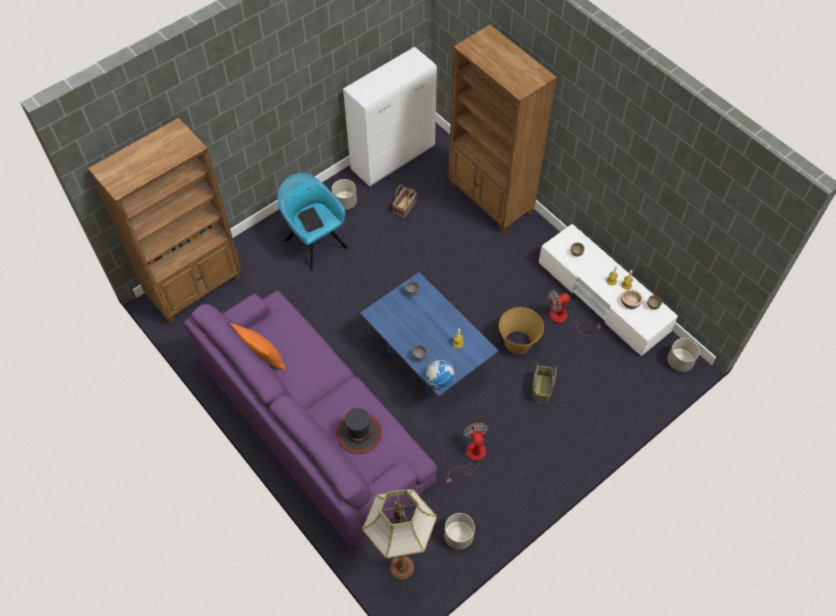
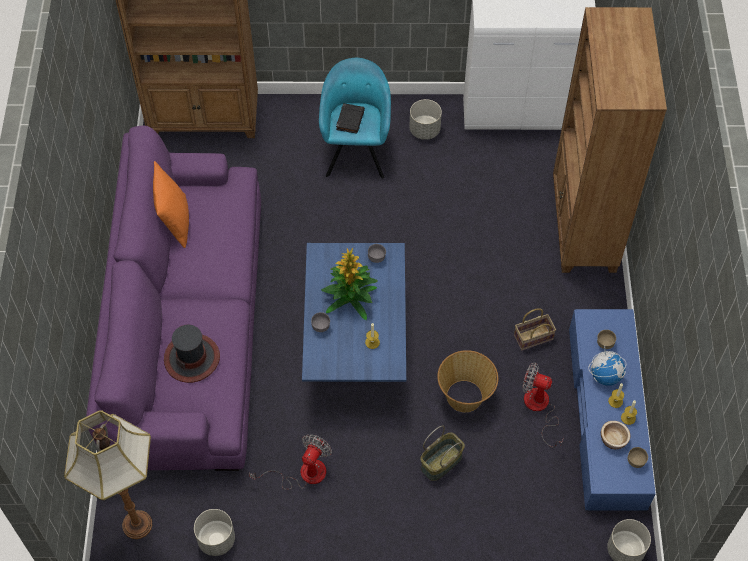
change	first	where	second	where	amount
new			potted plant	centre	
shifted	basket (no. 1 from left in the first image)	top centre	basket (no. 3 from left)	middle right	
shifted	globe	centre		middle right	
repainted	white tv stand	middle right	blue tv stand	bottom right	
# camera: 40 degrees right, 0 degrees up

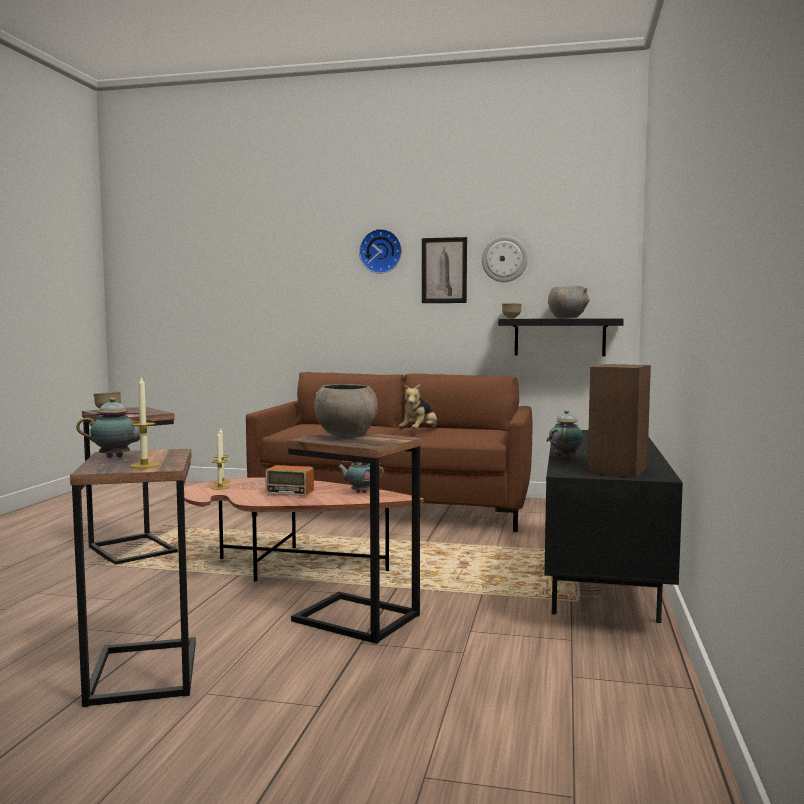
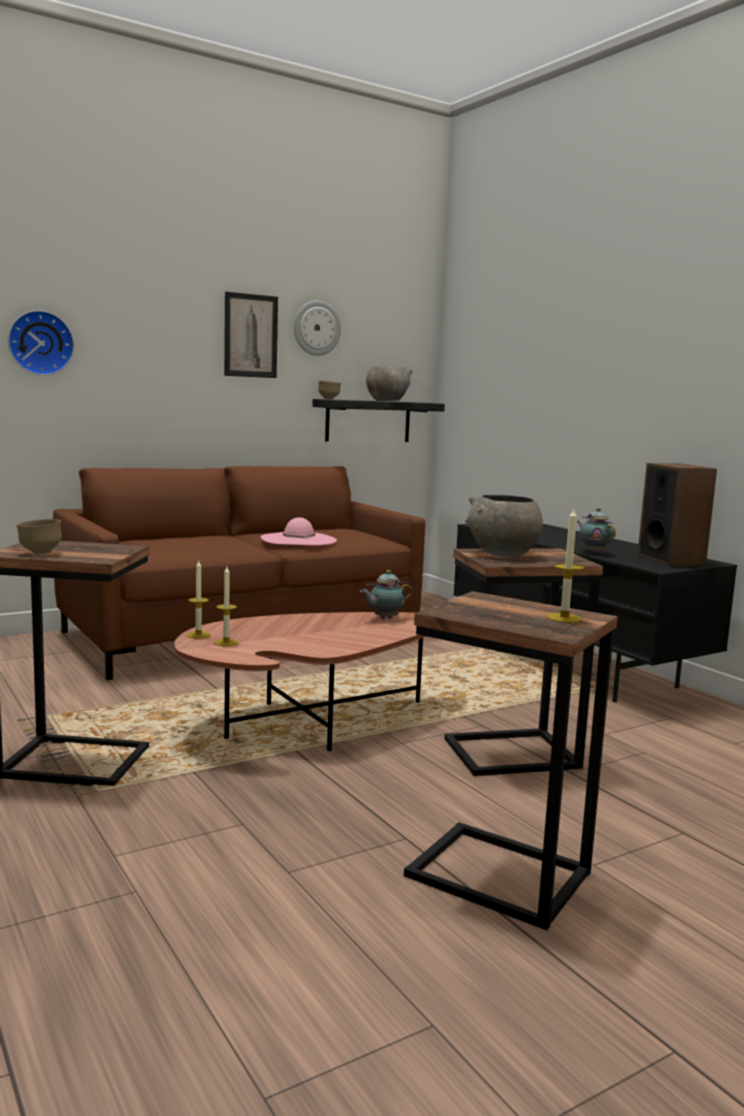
change	first	where	second	where	amount
gone	teapot (no. 1 from left)	middle left			
gone	radio	centre			
shifted	wall clock (no. 1 from left)	top centre		top left	
swapped	plush toy	centre	pink hat	centre	
# camera: 45 degrees left, 5 degrees up

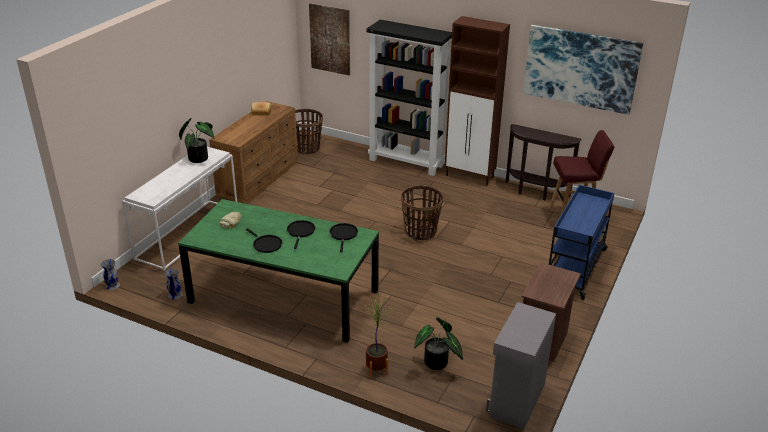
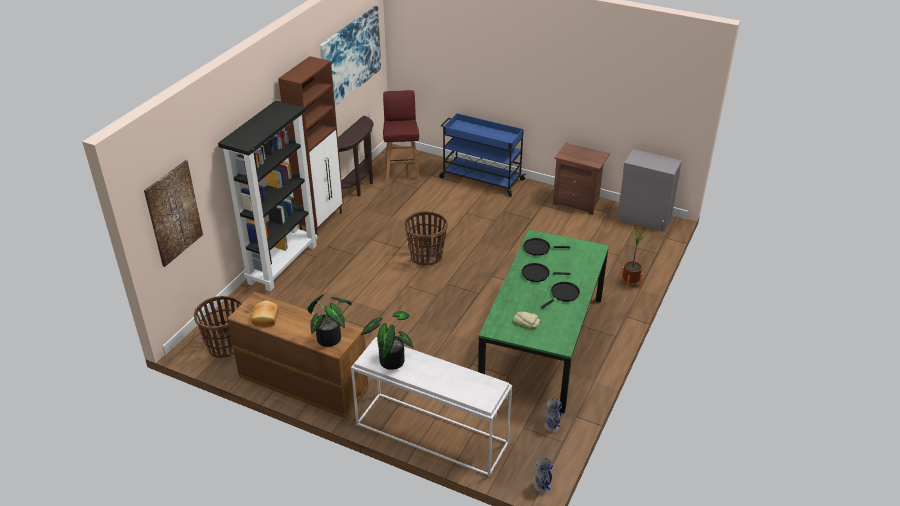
change	first	where	second	where	amount
shifted	potted plant (no. 3 from left in the first image)	bottom centre	potted plant (no. 1 from left)	centre	
# camera: 90 degrees left, 5 degrees up

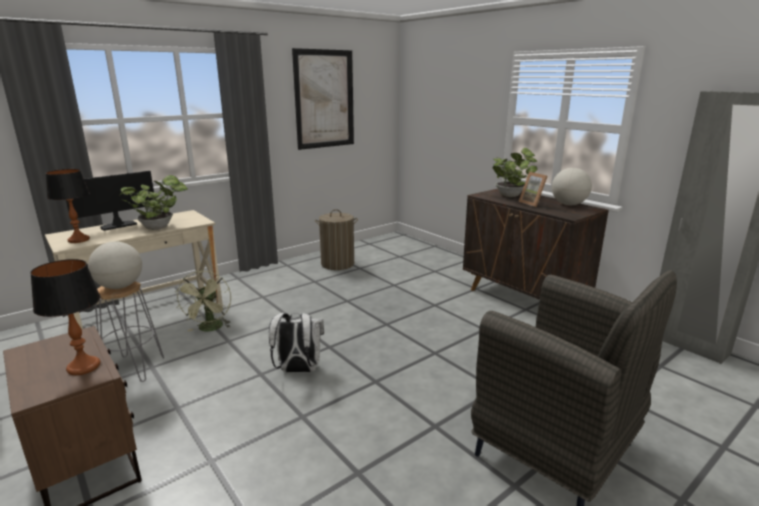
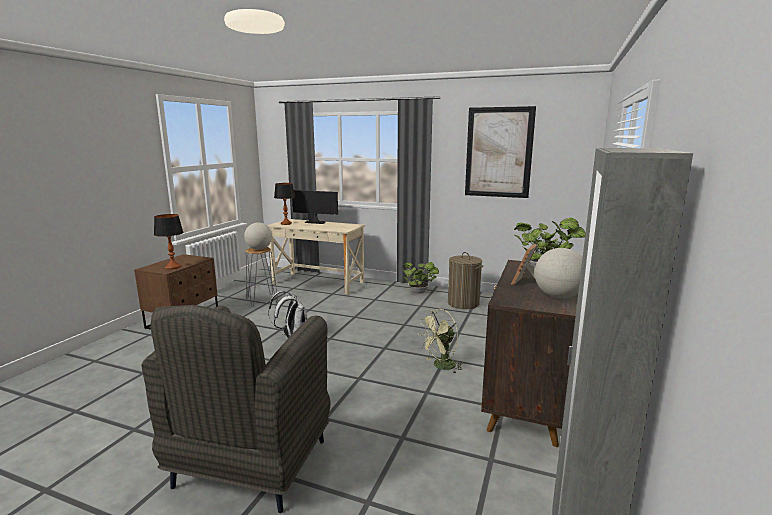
change	first	where	second	where	amount
shifted	potted plant (no. 1 from left)	middle left		centre	
shifted	green fan	middle left		centre	
# camera: 60 degrees right, 5 degrees down

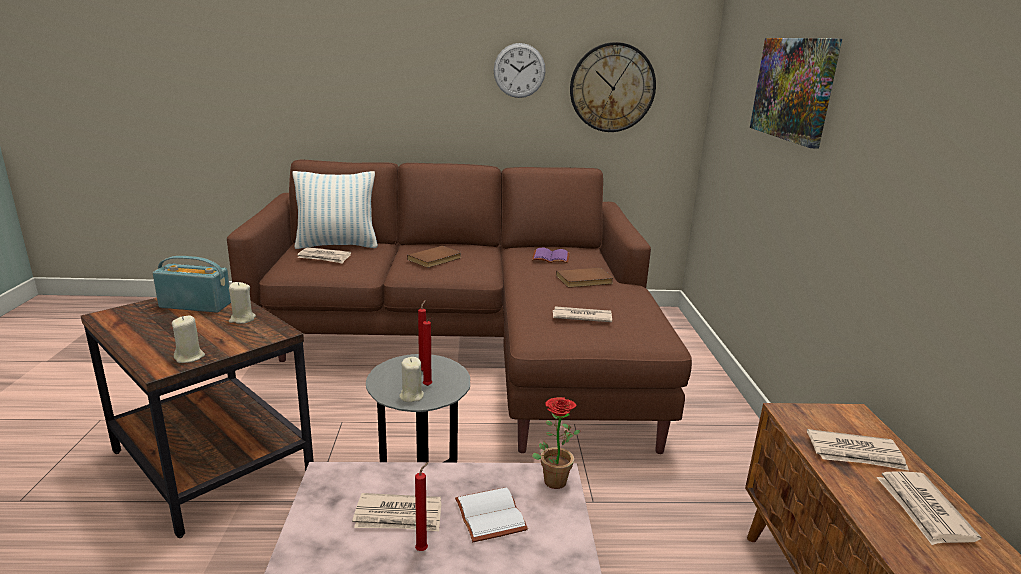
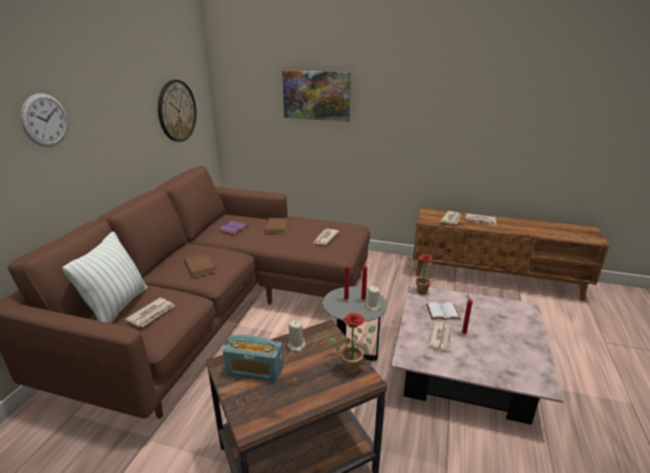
change	first	where	second	where	amount
shifted	wall clock (no. 1 from left)	top centre		top left	
swapped	beige candle (no. 1 from left)	middle left	potted plant (no. 1 from left)	bottom centre	
rotated	radio	middle left		bottom centre	105 degrees counterclockwise
# camera: 70 degrees left, 5 degrees up

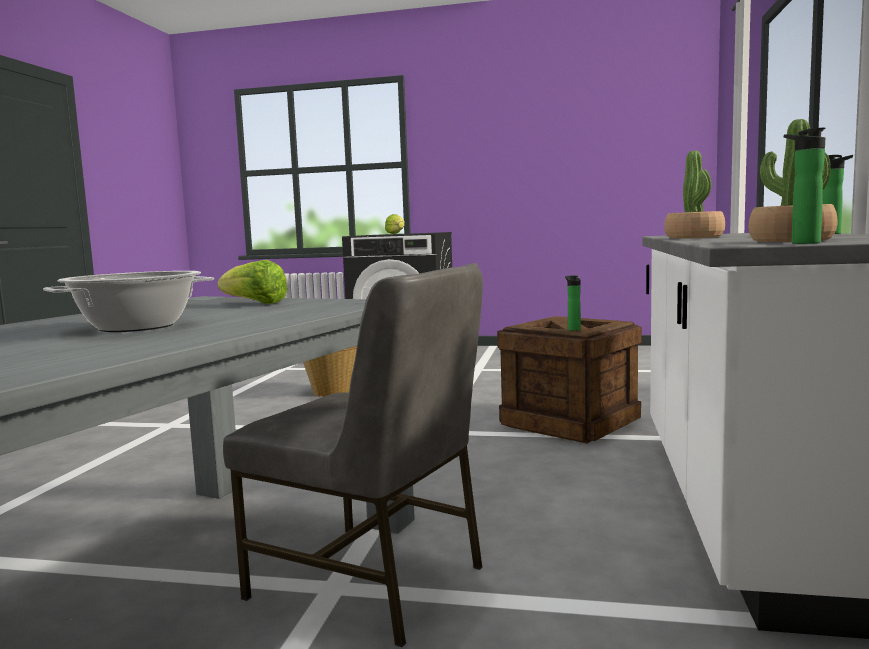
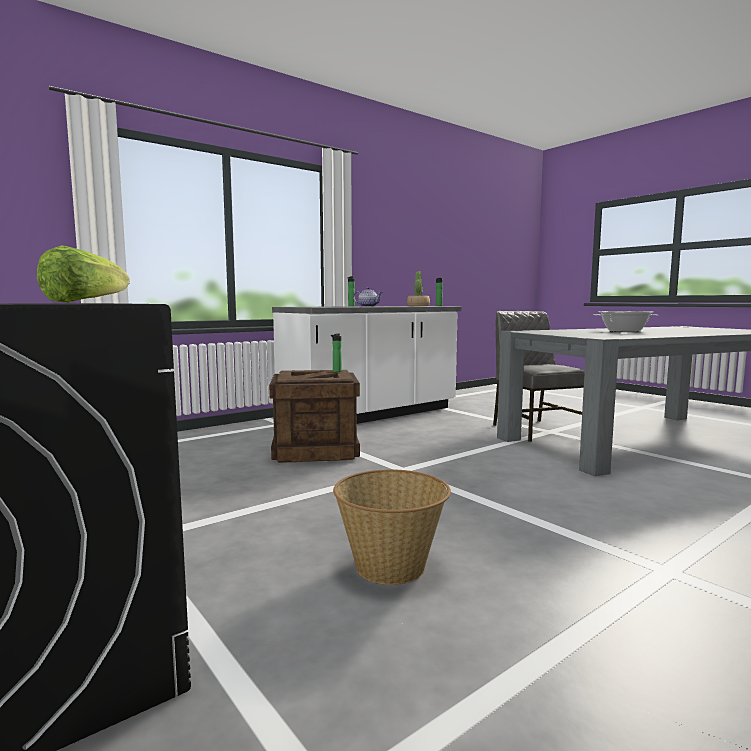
change	first	where	second	where	amount
gone	lettuce (no. 1 from left)	middle left			
swapped	potted plant (no. 1 from left)	top right	teapot	centre	
# camera: 140 degrees left, 0 degrees up

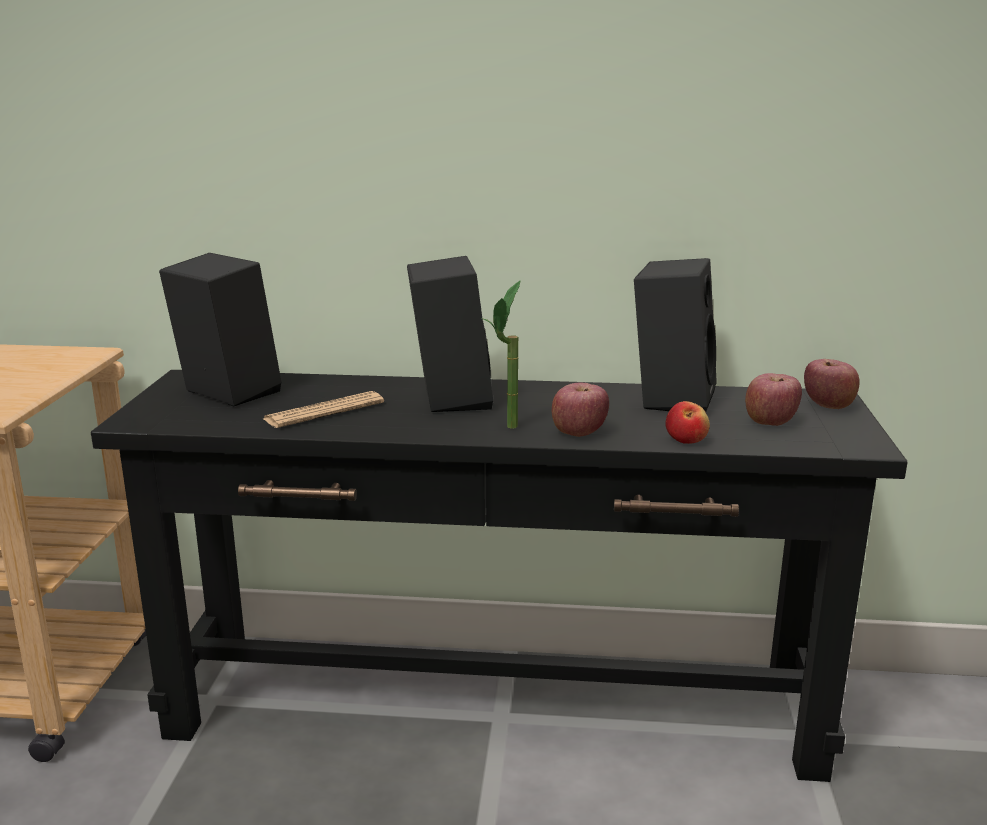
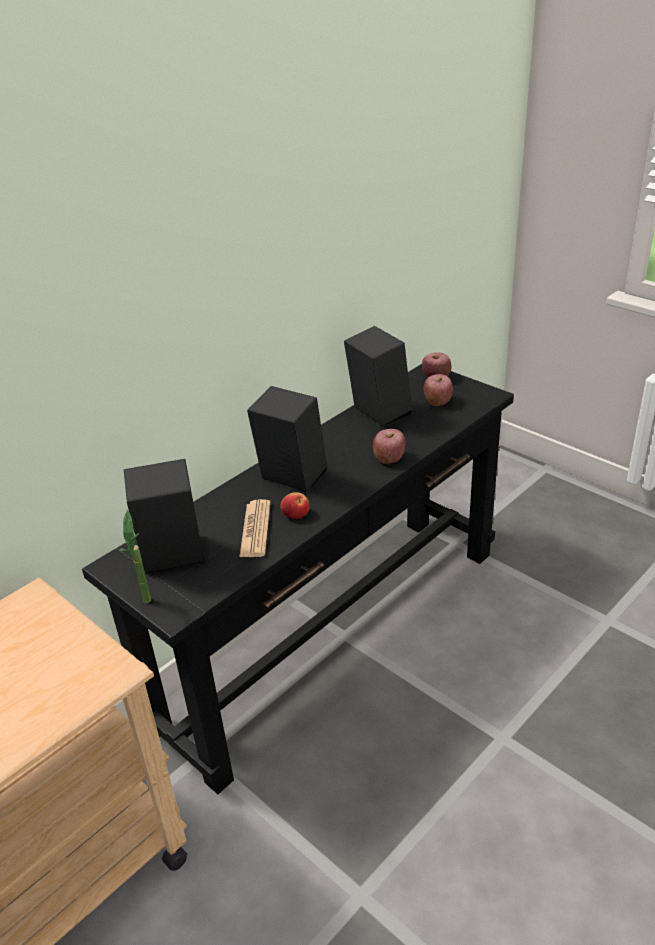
change	first	where	second	where	amount
shifted	potted plant	centre		middle left	
shifted	apple (no. 2 from left in the first image)	middle right	apple (no. 1 from left)	centre	
# camera: 50 degrees left, 15 degrees up

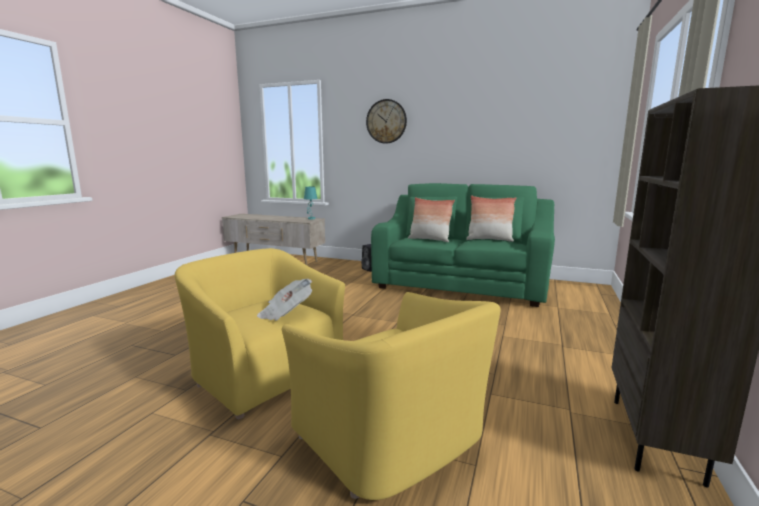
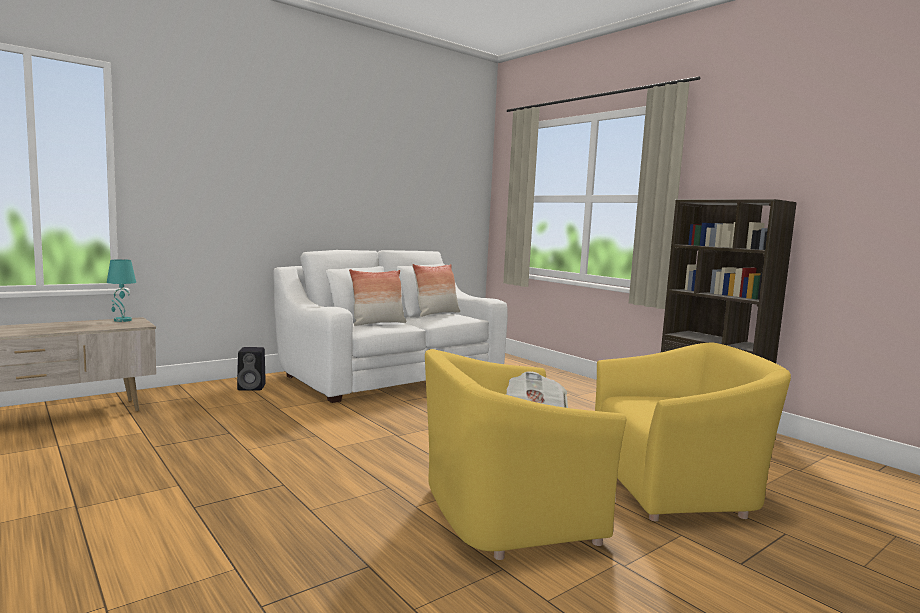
change	first	where	second	where	amount
gone	wall clock	top centre			
repainted	green sofa	centre	white sofa	centre	
# camera: 60 degrees left, 5 degrees down

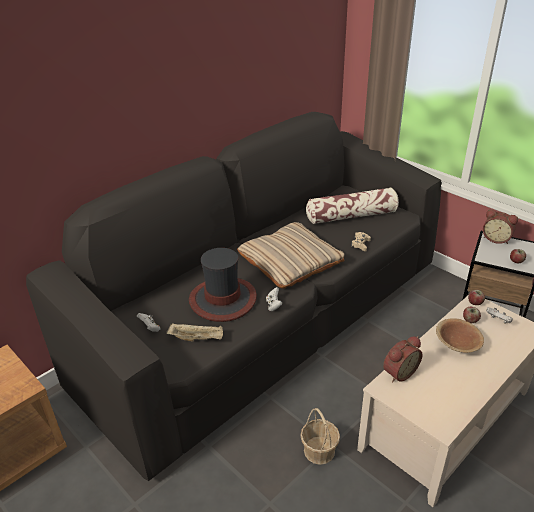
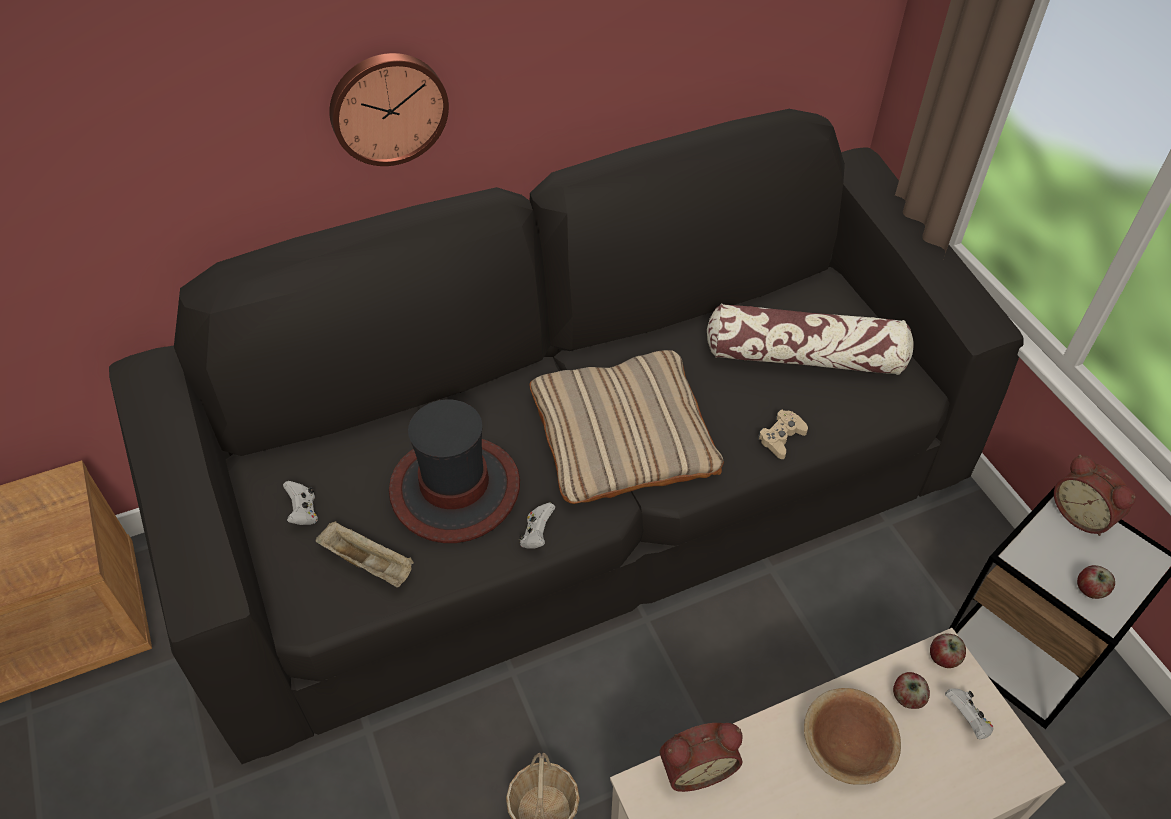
change	first	where	second	where	amount
new			wall clock	top left	
# camera: 20 degrees right, 15 degrees up

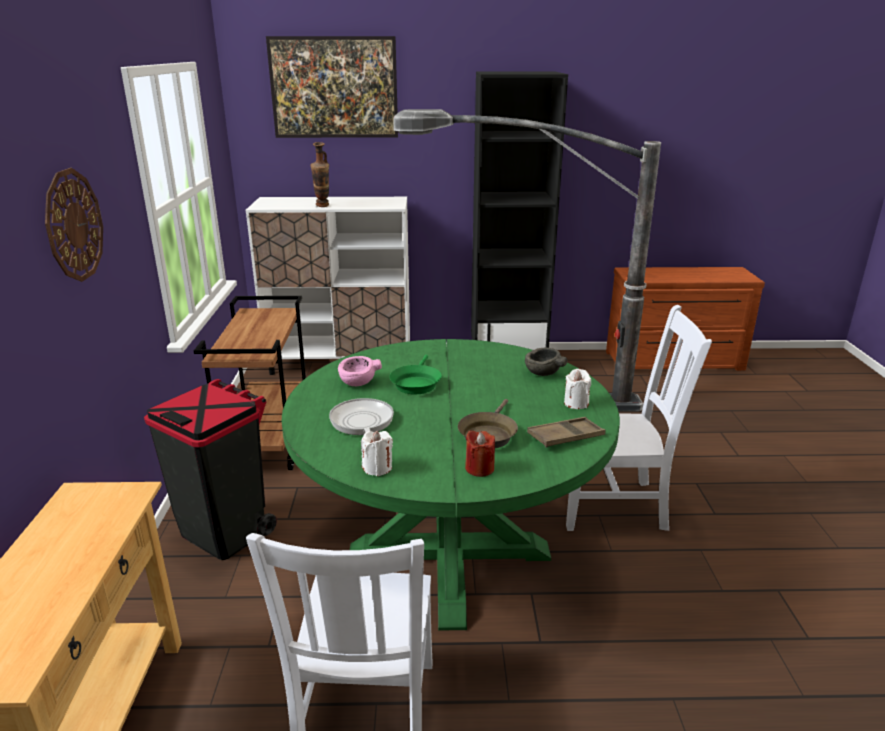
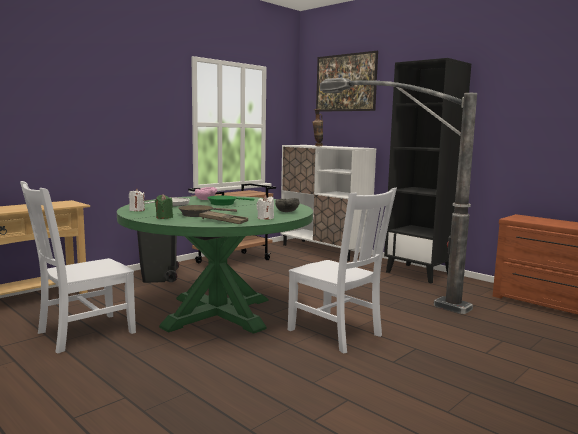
change	first	where	second	where	amount
gone	wall clock	top left			
repainted	red candle	centre	green candle	middle left	
# camera: 45 degrees right, 15 degrees down

